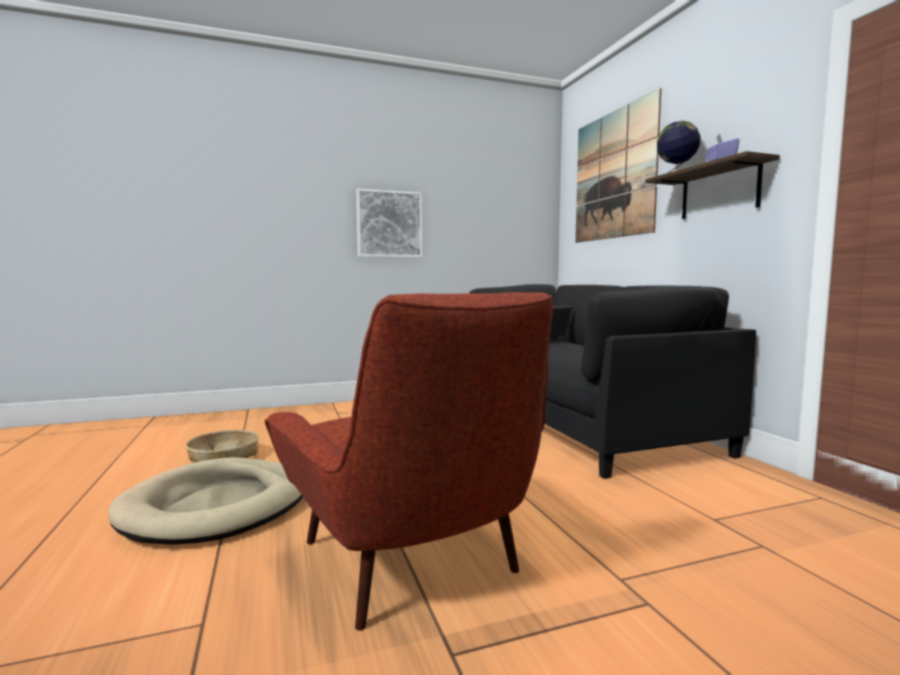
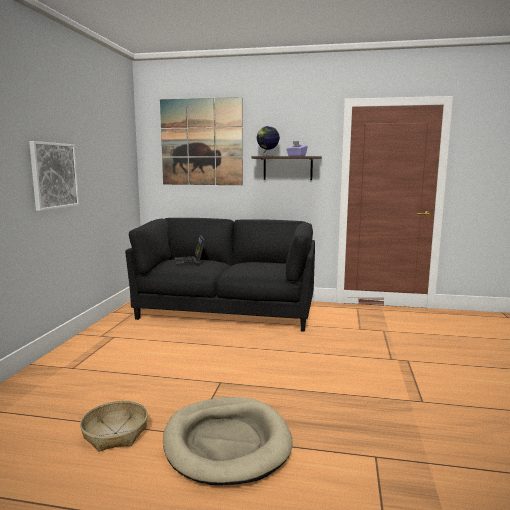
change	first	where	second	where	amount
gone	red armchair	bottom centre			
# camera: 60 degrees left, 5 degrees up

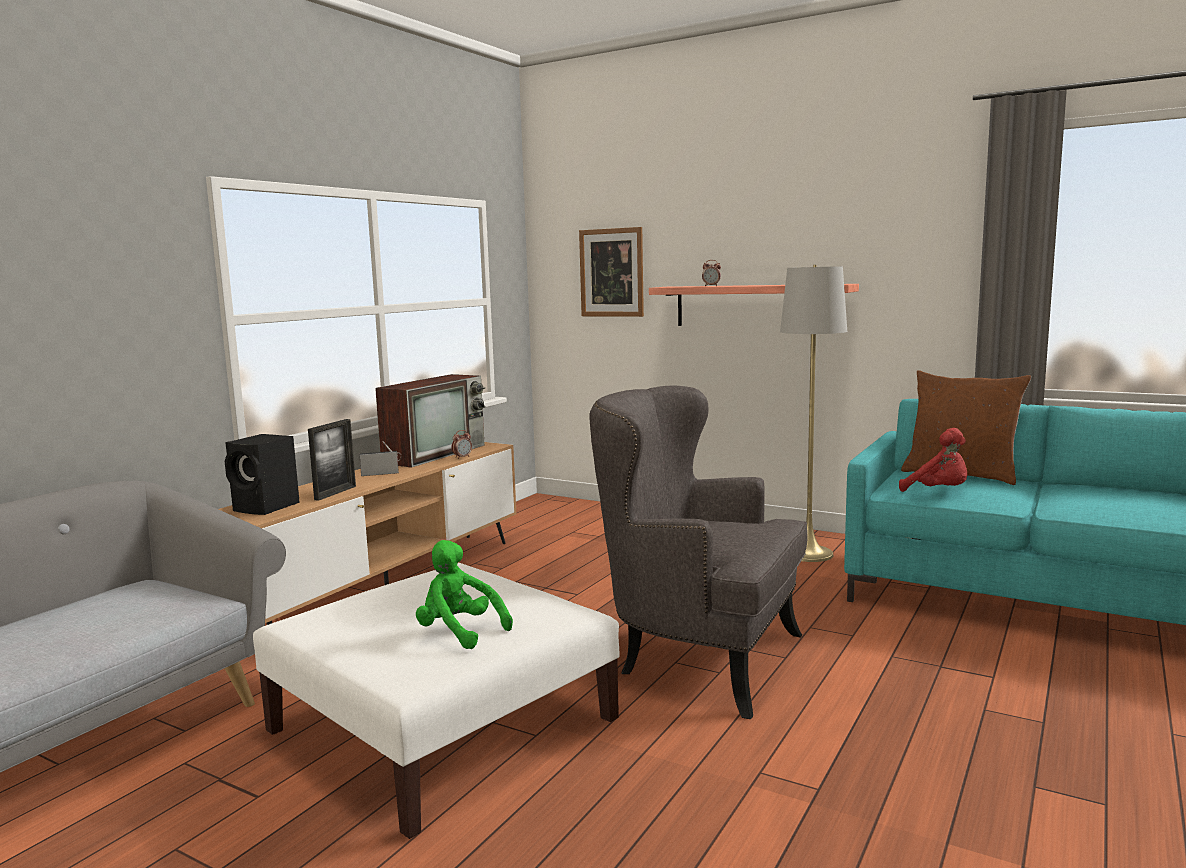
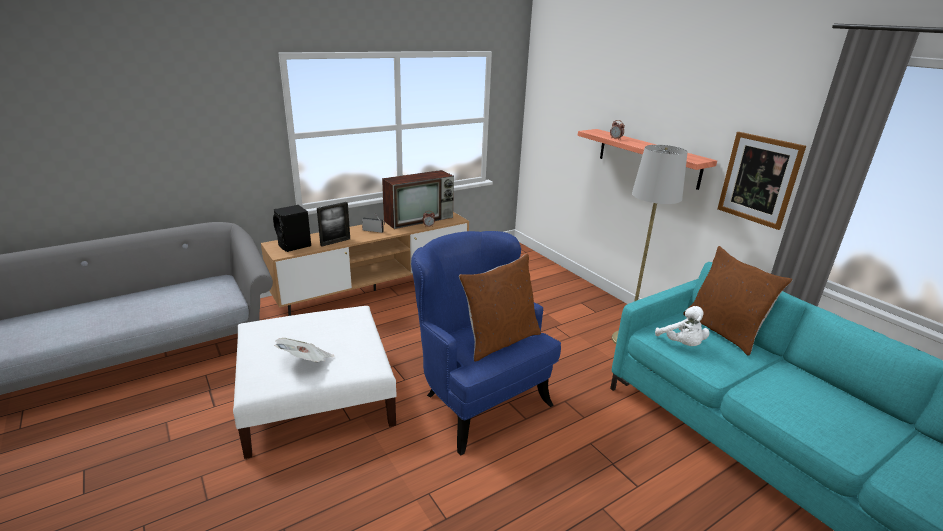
change	first	where	second	where	amount
new			brown pillow (no. 1 from left)	centre	
shifted	picture	top centre		middle right	
swapped	green plush toy	bottom centre	newspaper	middle left	
repainted	grey armchair	centre	blue armchair	centre	
repainted	red plush toy	middle right	white plush toy	middle right	
# camera: 25 degrees right, 15 degrees up

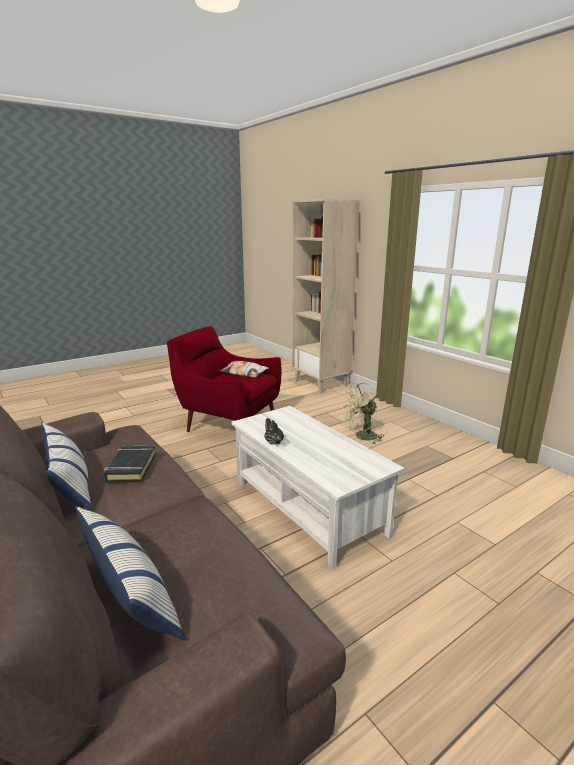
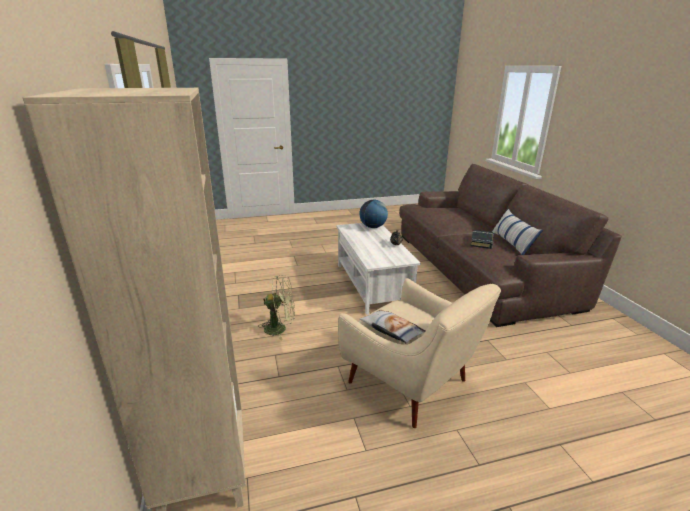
change	first	where	second	where	amount
gone	pillow (no. 2 from left)	bottom left			
new			globe	centre	
repainted	red armchair	centre	beige armchair	bottom centre	
# camera: 160 degrees left, 5 degrees up

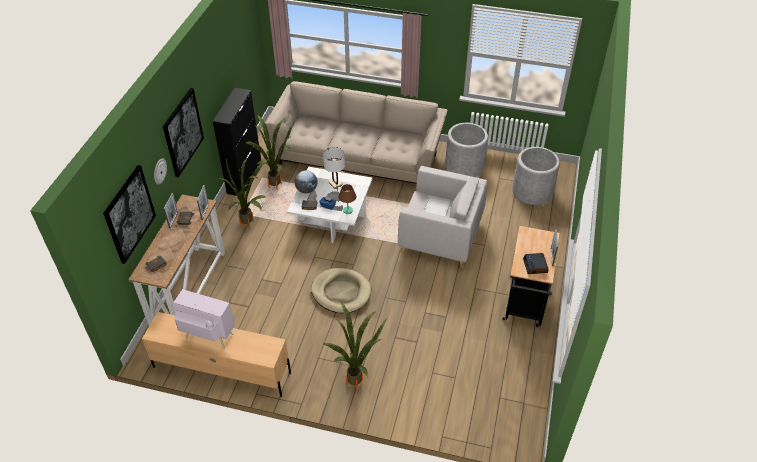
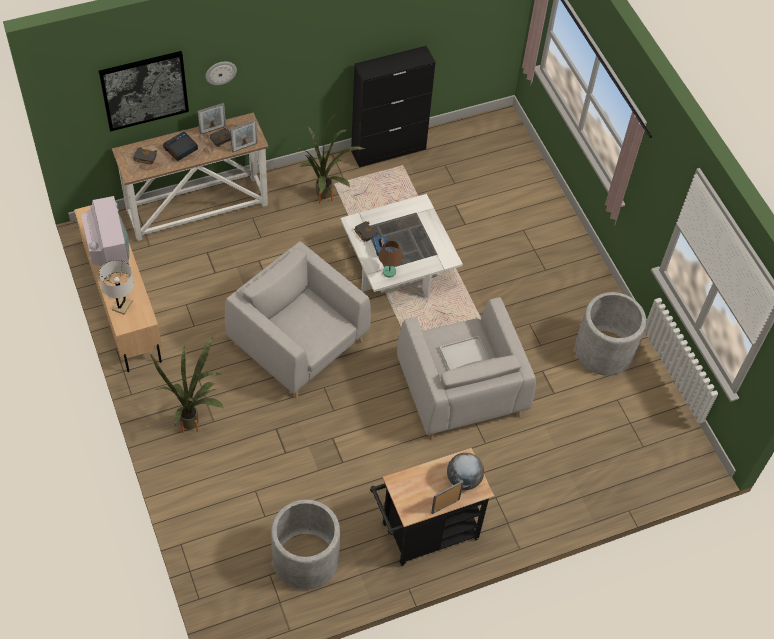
change	first	where	second	where	amount
gone	picture (no. 2 from left)	top left			
gone	potted plant (no. 2 from left)	top centre			
gone	beige sofa	top centre			
shifted	globe	centre		bottom centre	
shifted	white table lamp	centre		middle left	
shifted	grey planter (no. 2 from left in the first image)	middle right	grey planter (no. 1 from left)	bottom centre	
shifted	alarm clock	middle right		top left	
swapped	beige dog bed	centre	grey armchair (no. 1 from left)	centre	
# camera: 50 degrees right, 10 degrees up

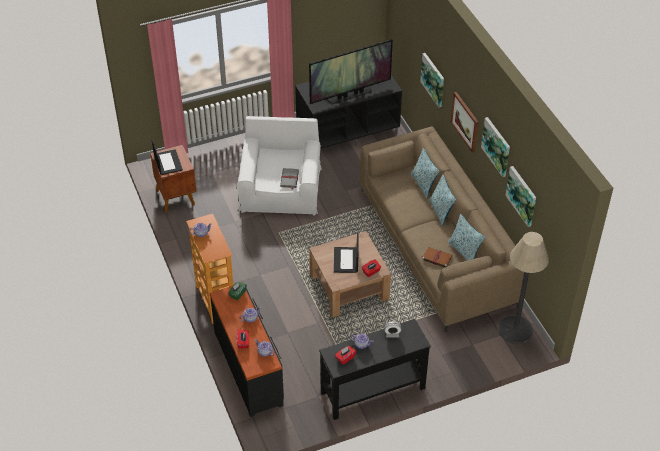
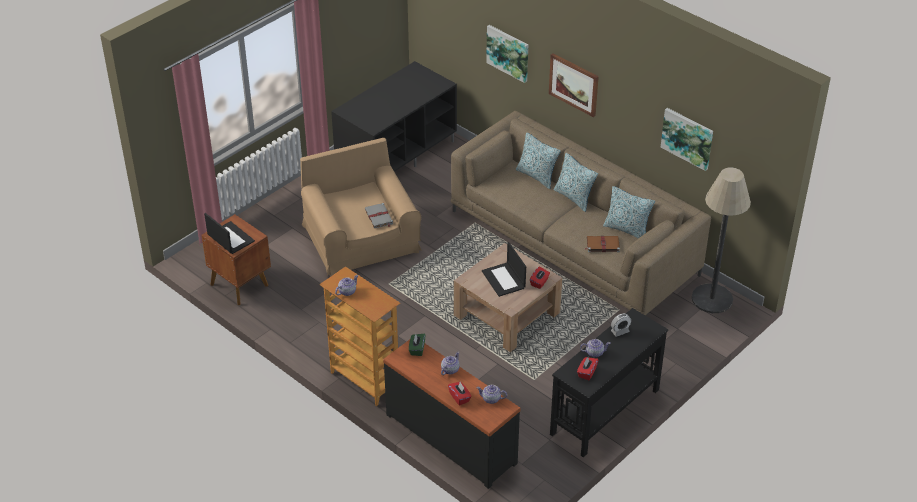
change	first	where	second	where	amount
gone	television	top centre			
gone	picture (no. 3 from left)	top right			
repainted	white armchair	centre	brown armchair	centre	
# camera: 25 degrees left, 5 degrees down

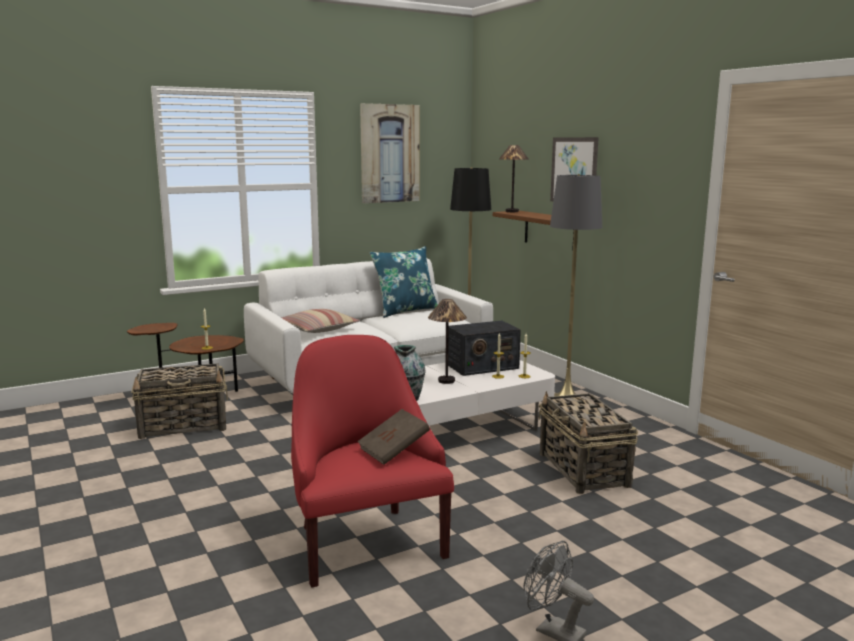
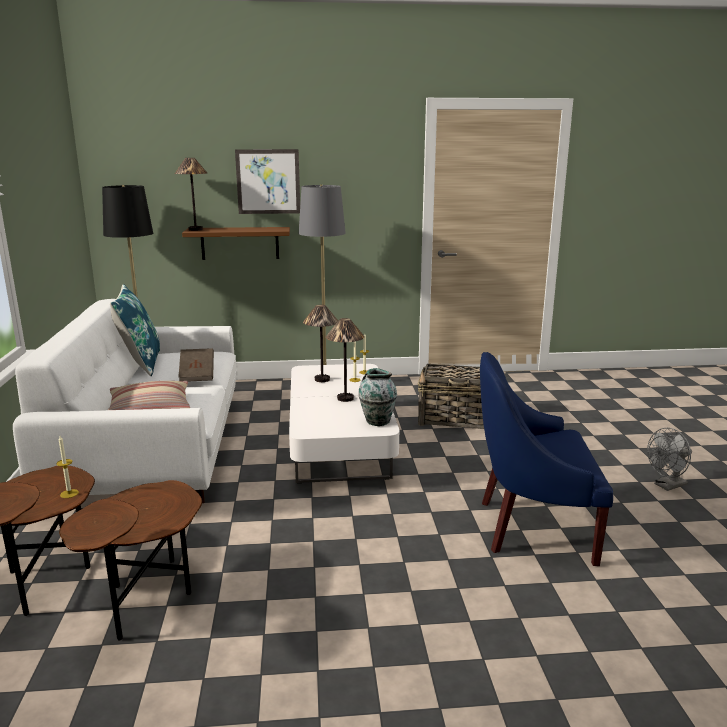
change	first	where	second	where	amount
gone	picture (no. 1 from left)	top centre			
shifted	brown book	bottom centre		middle left	
swapped	basket (no. 1 from left)	middle left	brown side table (no. 2 from left)	bottom left	
swapped	radio	centre	table lamp (no. 2 from left)	centre	
repainted	red armchair	bottom centre	blue armchair	middle right	
# camera: 65 degrees left, 5 degrees up

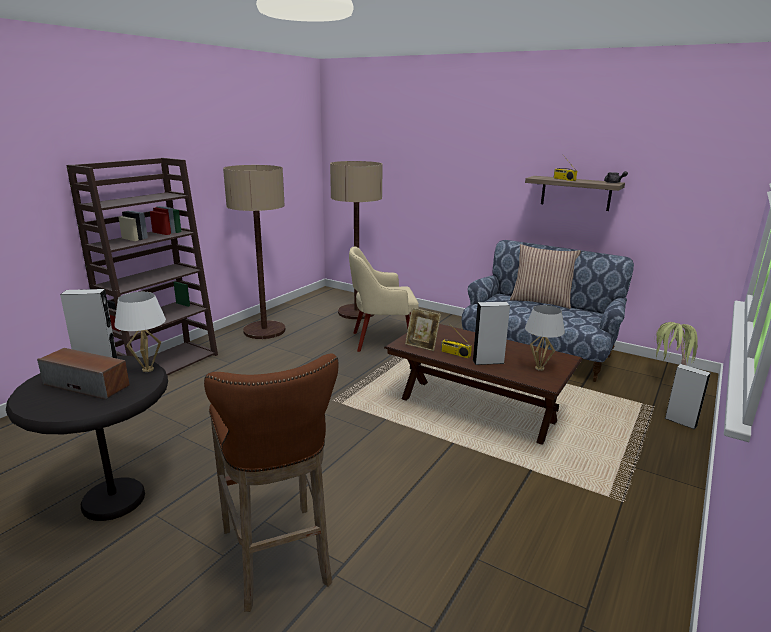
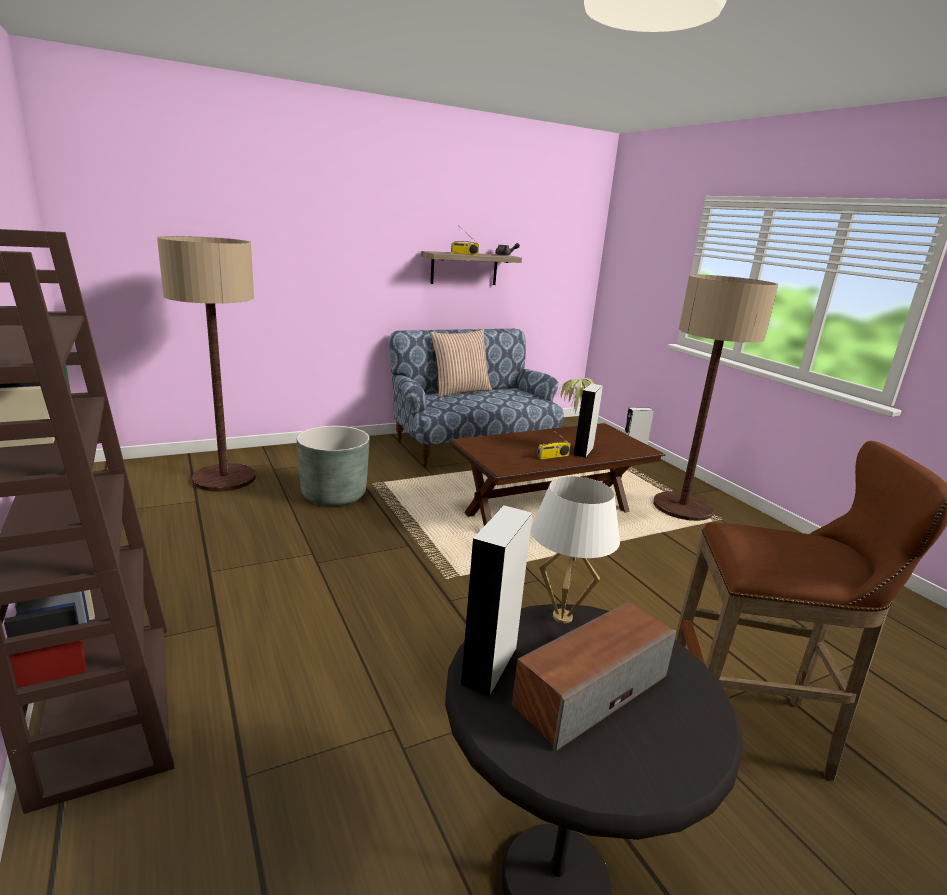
change	first	where	second	where	amount
gone	picture frame	centre			
gone	white table lamp (no. 2 from left)	middle right			
shifted	floor lamp (no. 1 from left in the first image)	middle left	floor lamp (no. 2 from left)	middle right	
swapped	beige armchair	centre	grey planter	centre	
# camera: 60 degrees left, 0 degrees up

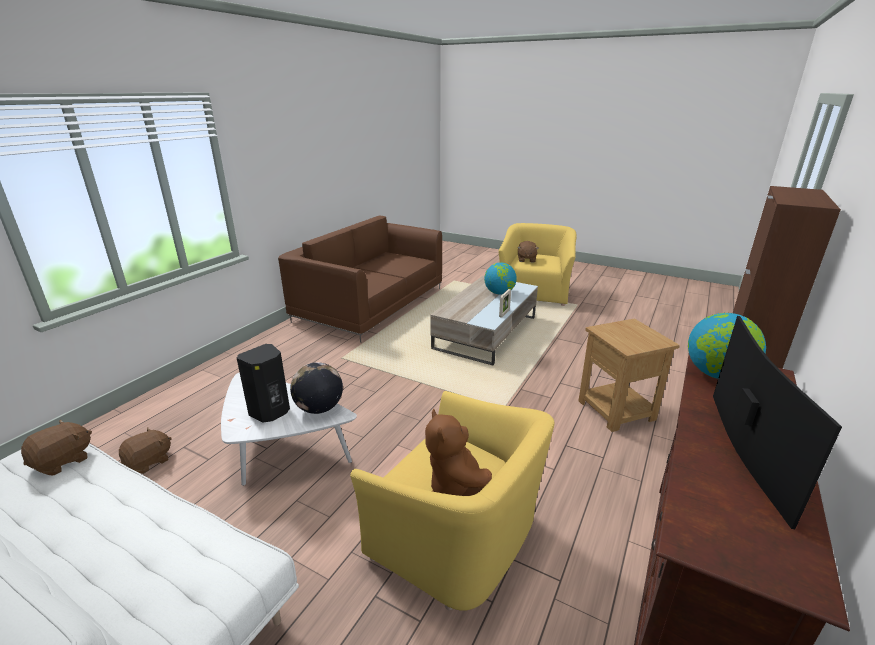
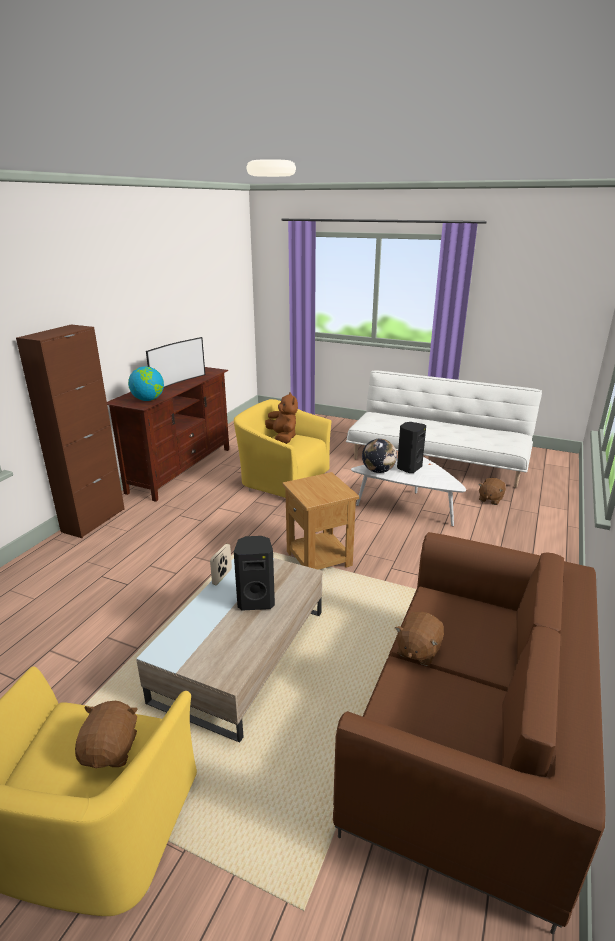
change	first	where	second	where	amount
gone	globe (no. 2 from left)	centre			
new			black speaker (no. 1 from left)	centre	
shifted	brown plush toy (no. 1 from left in the first image)	bottom left	brown plush toy (no. 3 from left)	bottom right	
shifted	brown side table	middle right		centre	
rotated	television	middle right		middle left	150 degrees counterclockwise
# camera: 175 degrees right, 0 degrees up

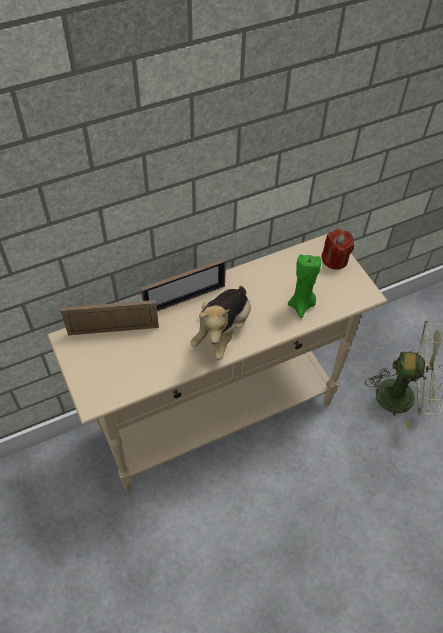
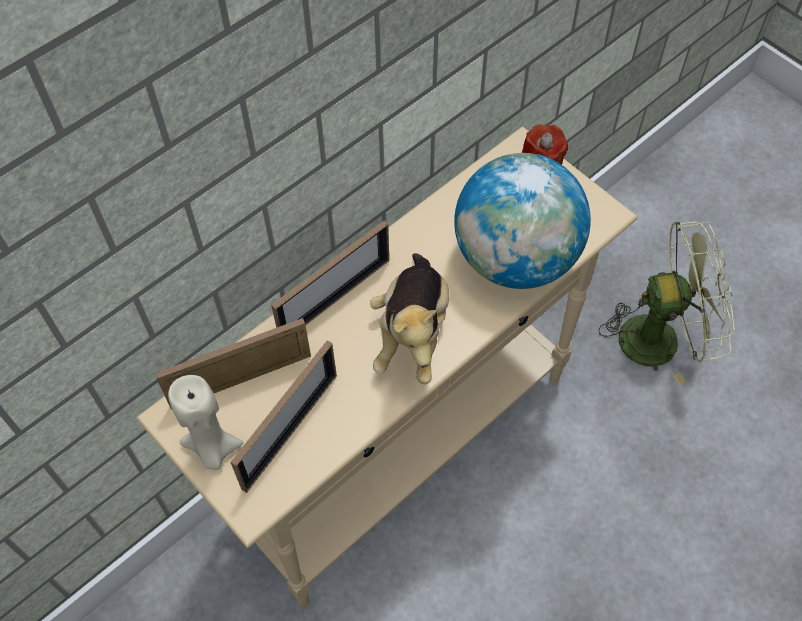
change	first	where	second	where	amount
new			beige candle	bottom left	
new			picture frame (no. 2 from left)	bottom centre	
swapped	green candle	middle right	globe	centre	
# camera: 15 degrees left, 5 degrees up

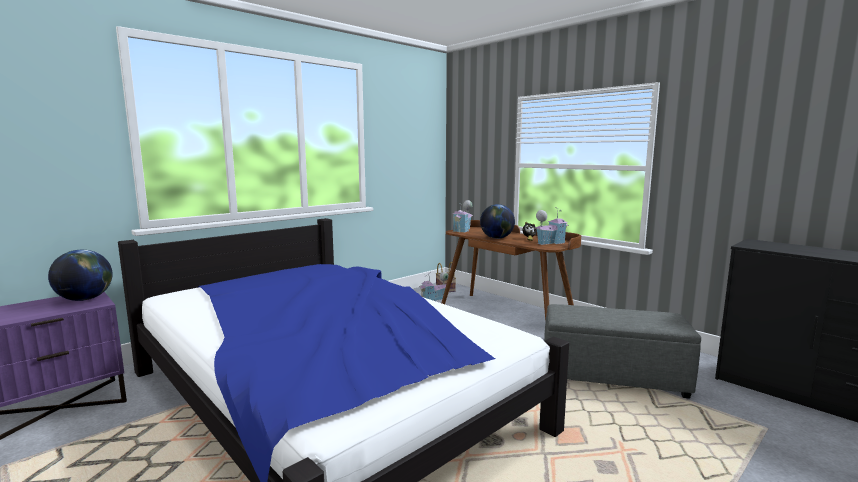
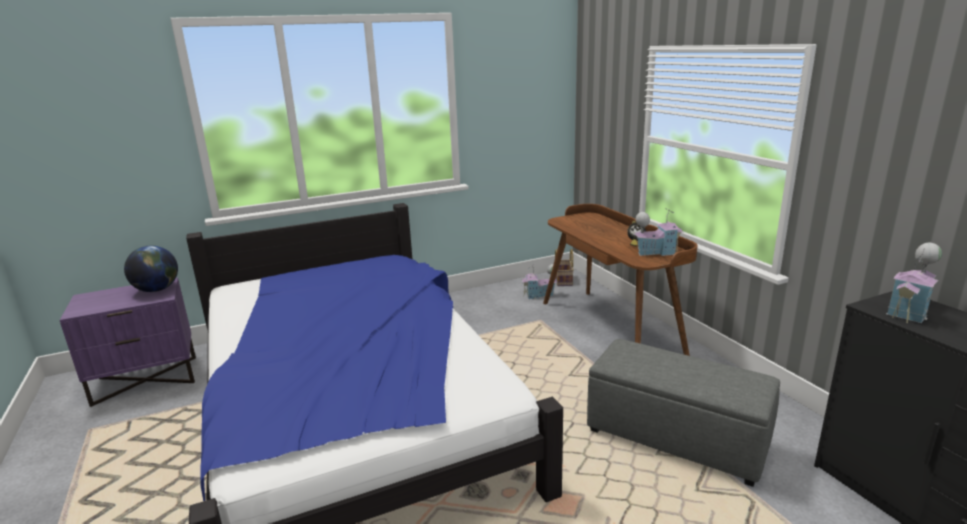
change	first	where	second	where	amount
gone	globe (no. 2 from left)	centre			
shifted	toy house (no. 2 from left in the first image)	centre	toy house (no. 3 from left)	middle right	
# camera: 20 degrees right, 10 degrees up

